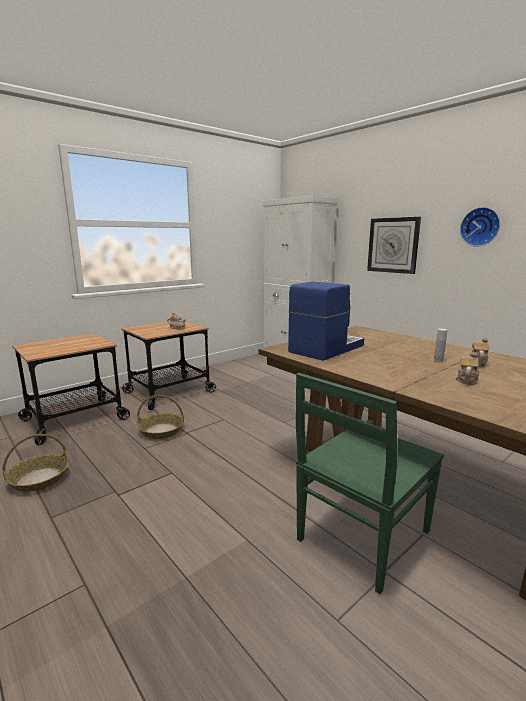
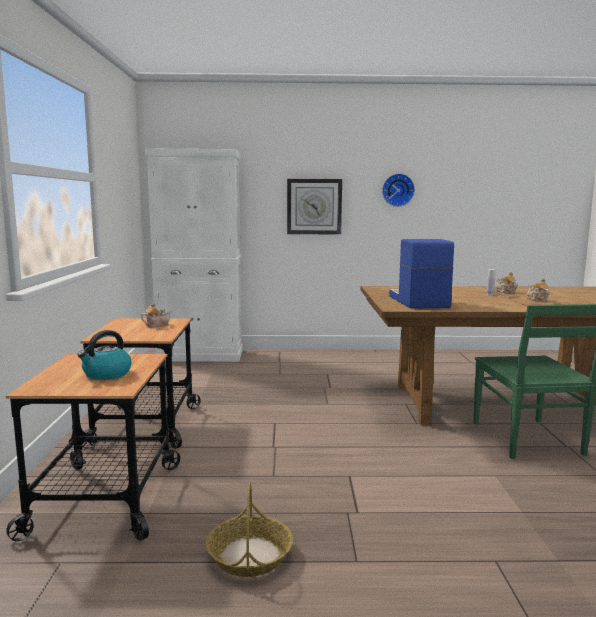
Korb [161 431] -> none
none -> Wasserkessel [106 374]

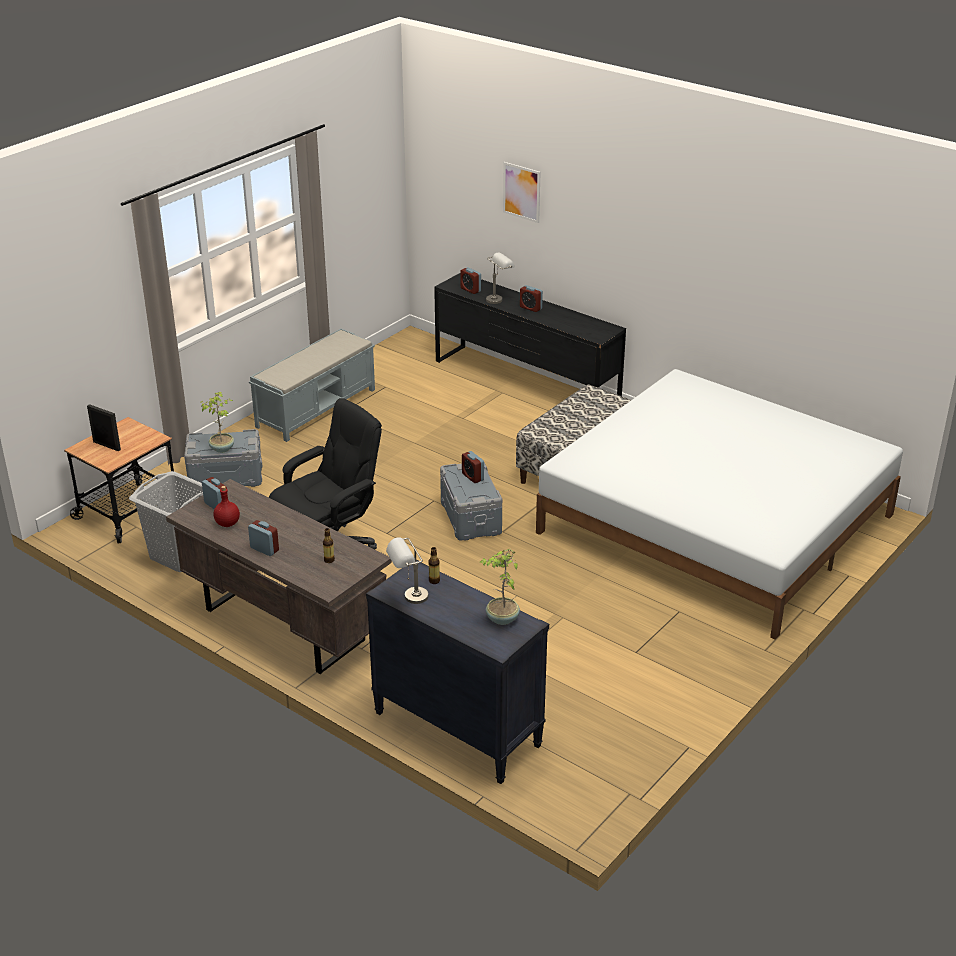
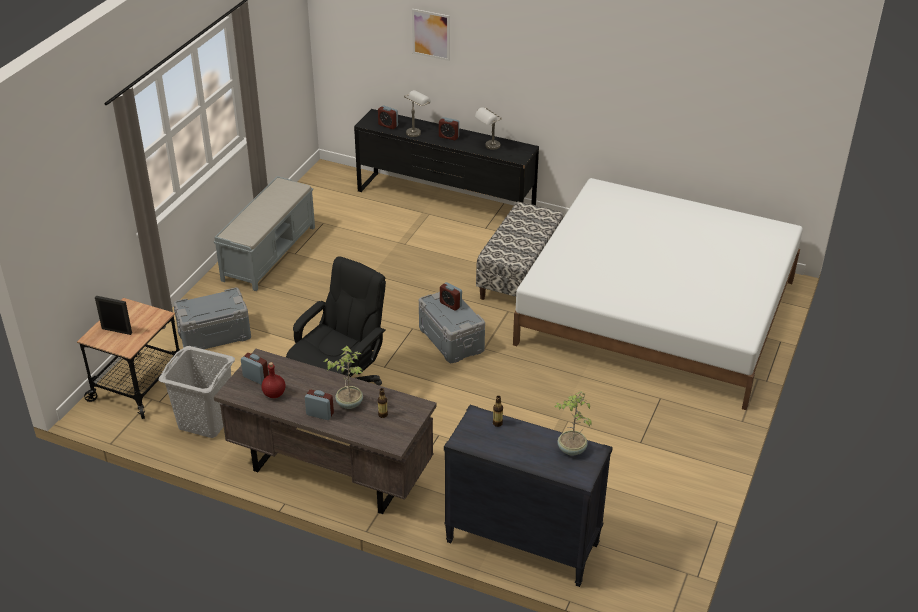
Topfpflanze [222 448] -> Topfpflanze [349 403], moved
Tischlampe/grau [408 599] -> Tischlampe/grau [489 147], moved

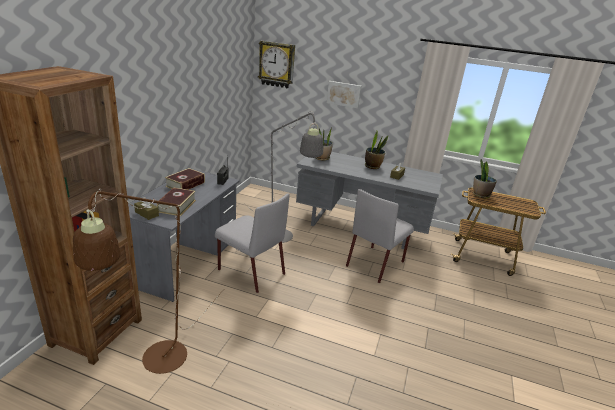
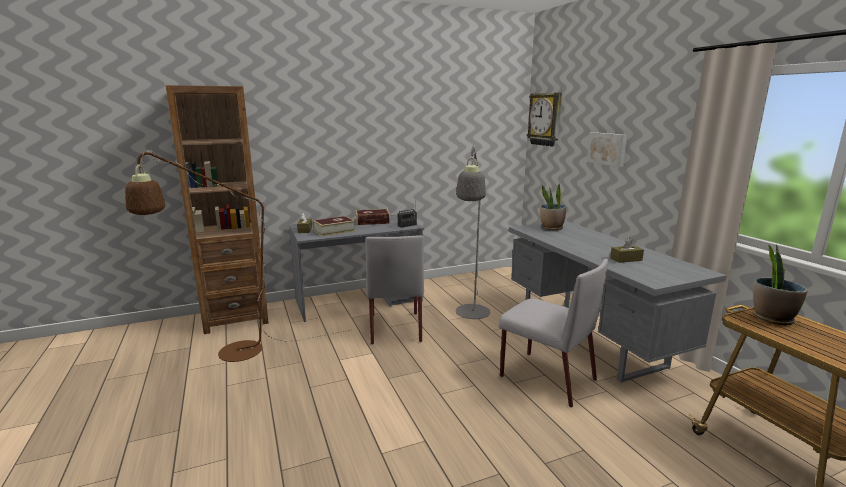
Topfpflanze [372 166] -> none
Stuhl/grau [375 263] -> Stuhl/grau [546 377], 135 degrees counterclockwise

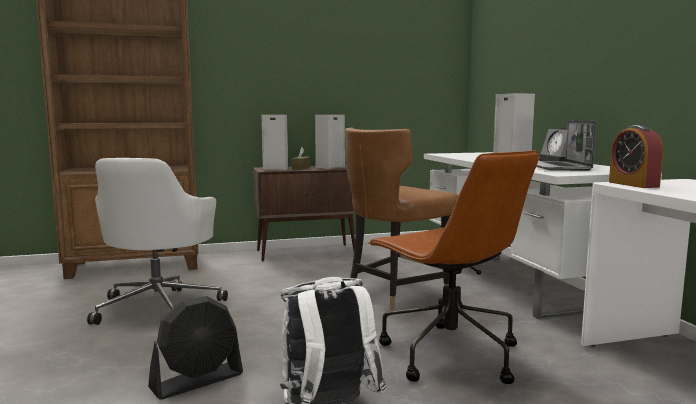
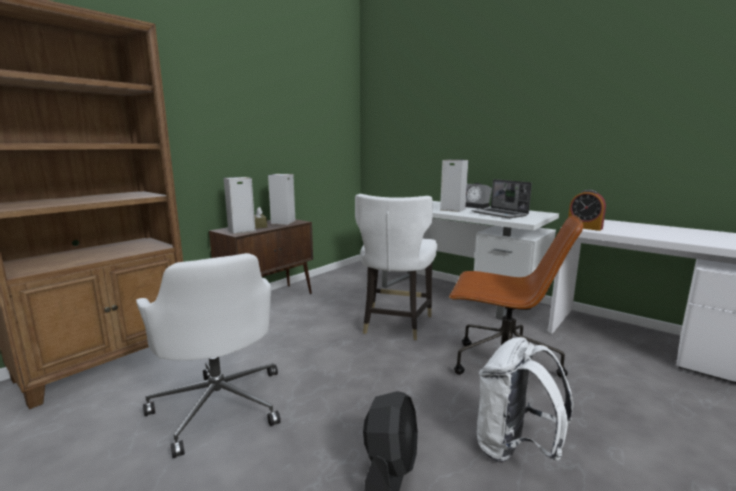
Stuhl/braun [396 293] -> Stuhl/weiß [395 323]

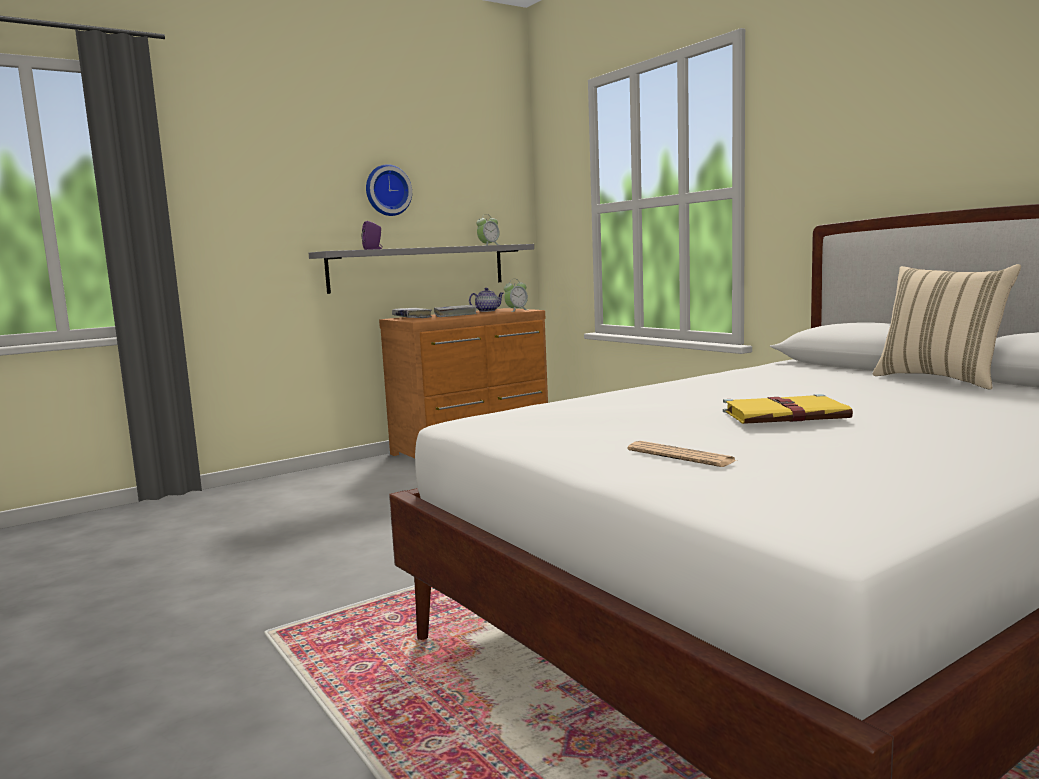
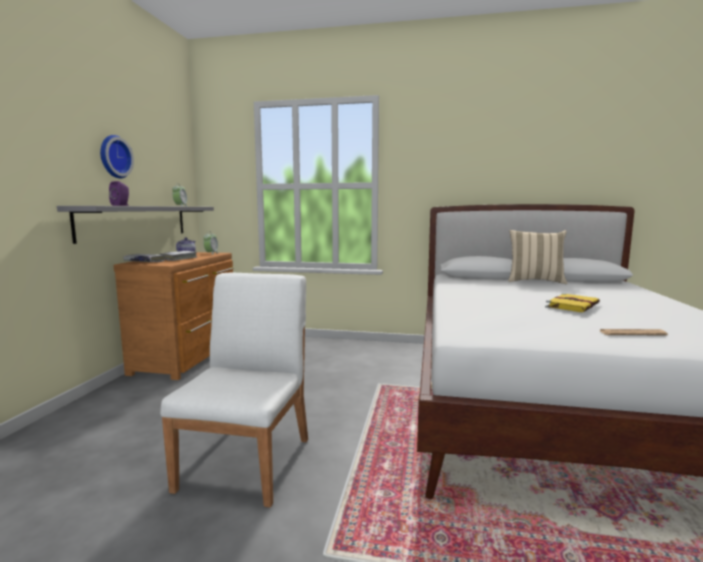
none -> Stuhl/weiß [247 462]

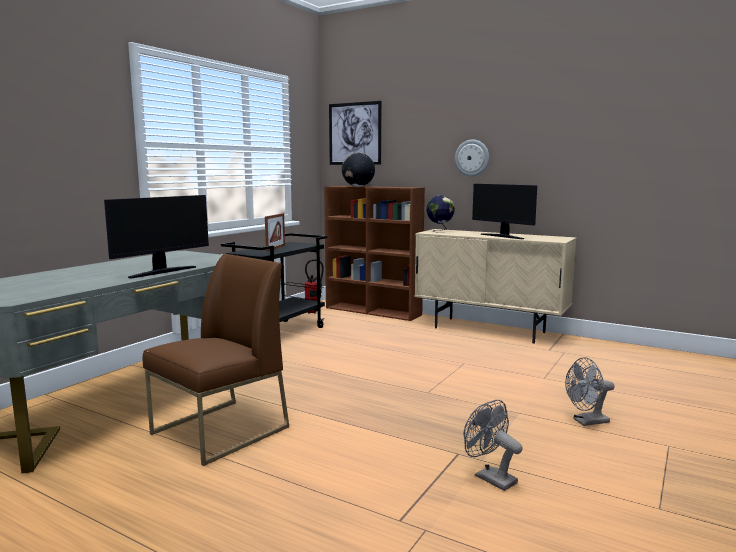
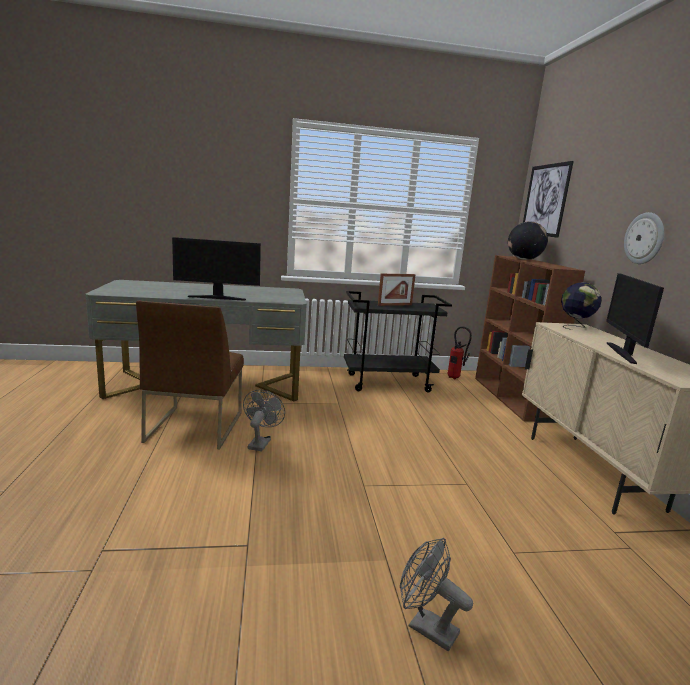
Stuhl/braun [220 431] -> Stuhl/braun [194 426], 90 degrees clockwise
Ventilator/grau [490 477] -> Ventilator/grau [260 442], moved

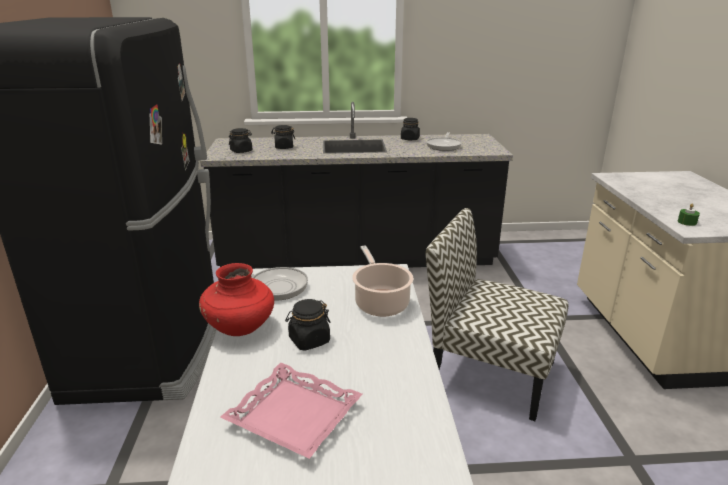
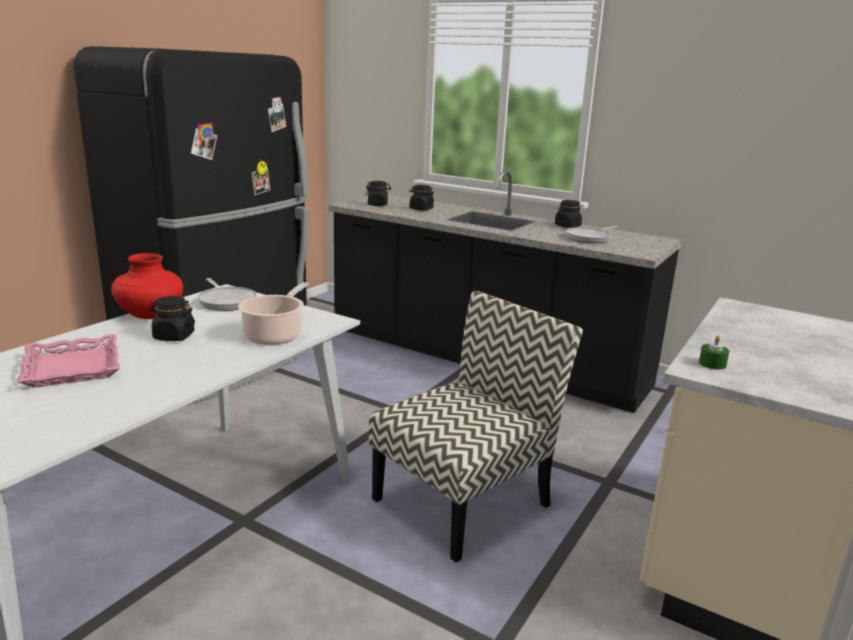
Stuhl [488 373] -> Stuhl [463 500], 75 degrees clockwise

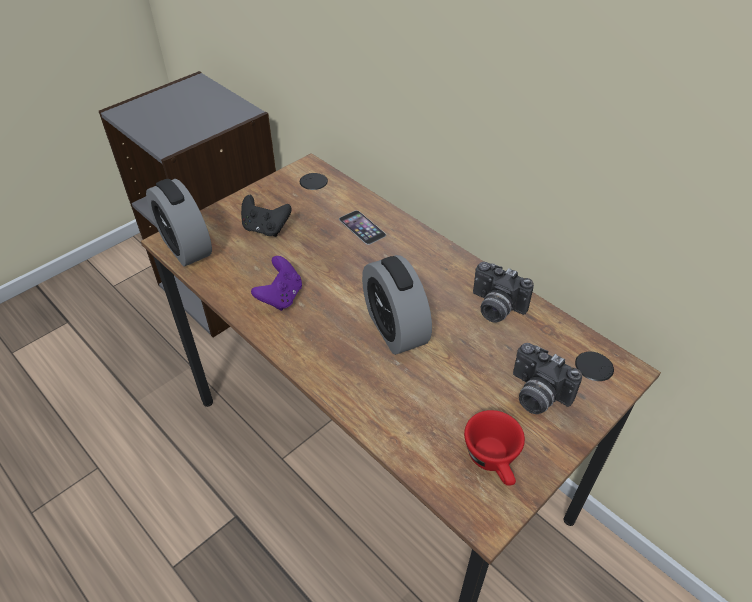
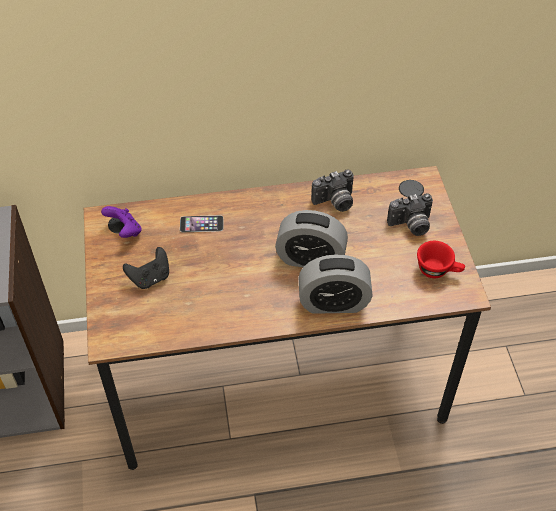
Wecker [185 247] -> Wecker [333 303], moved
Gamepad/lila [281 297] -> Gamepad/lila [125 231], moved

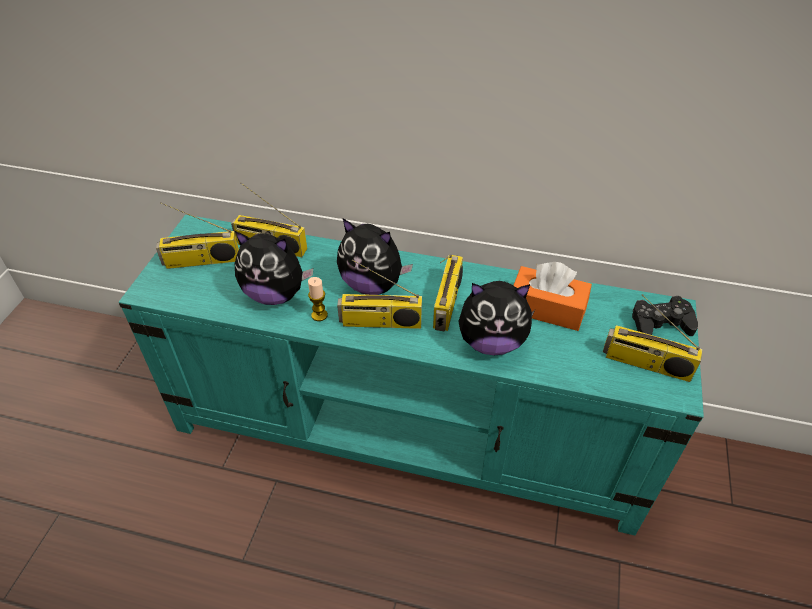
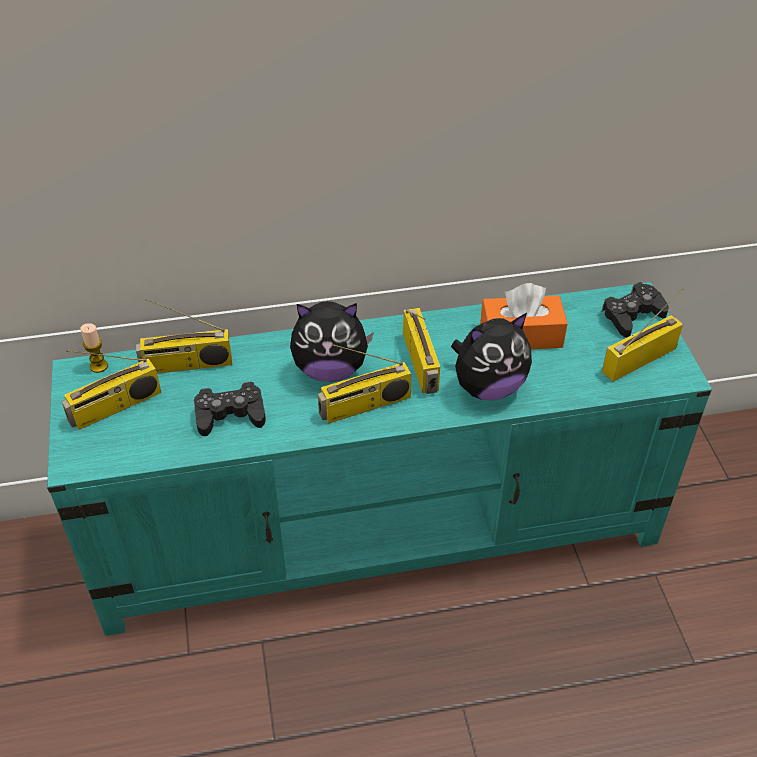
Plüschtier [275 294] -> Gamepad/schwarz [230 415]
Kerze [319 315] -> Kerze [99 366], moved
Radio [646 364] -> Radio [639 358], 150 degrees clockwise

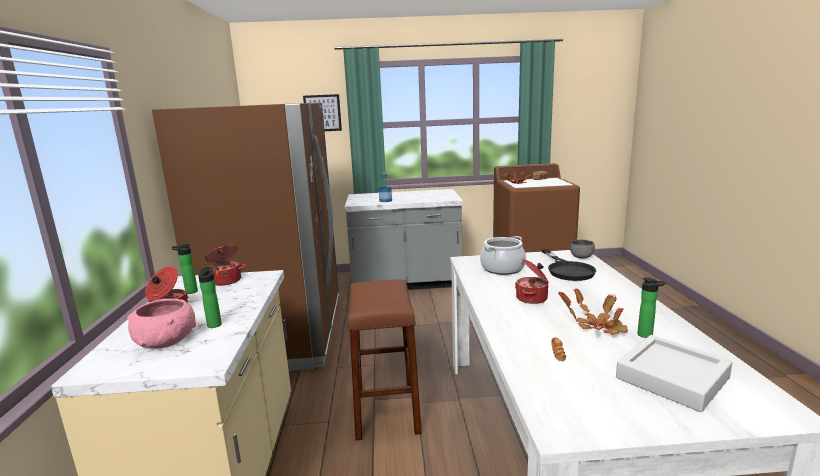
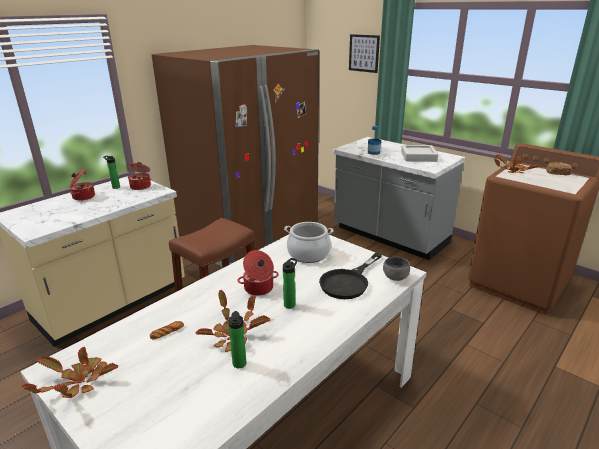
Flasche [214 324] -> Flasche [290 304], moved
Schüssel/rosa [166 341] -> none
Tablett/grau [672 378] -> Tablett/grau [418 156], moved
none -> Topfpflanze [78 383]

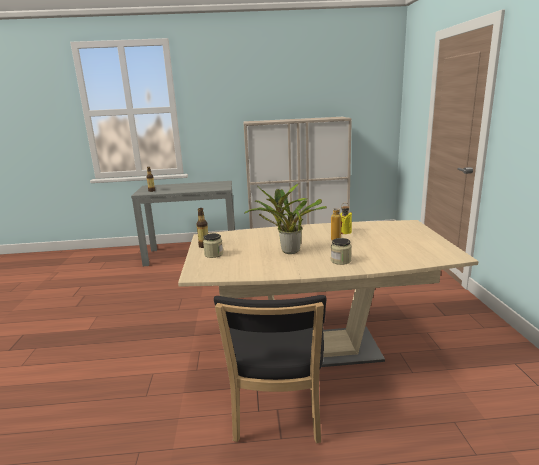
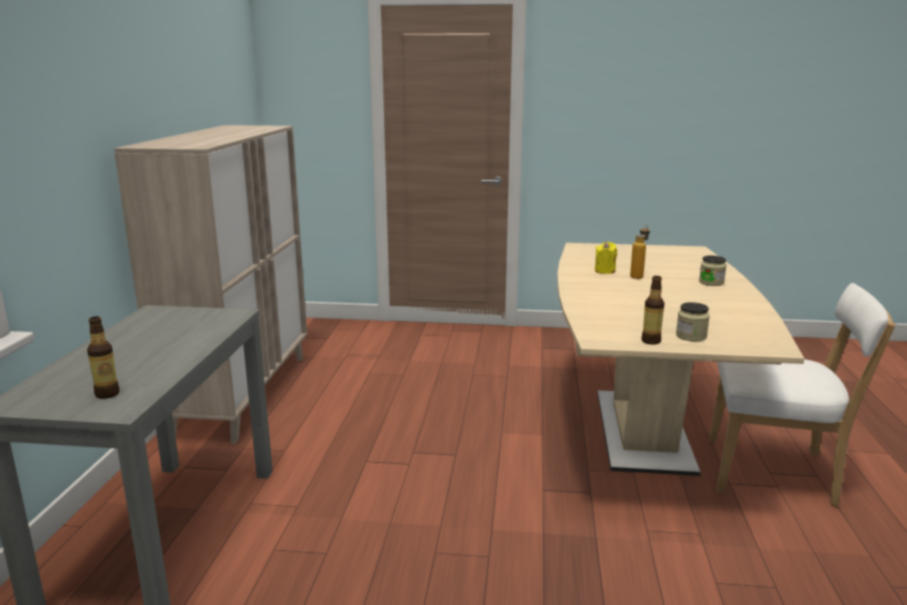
Topfpflanze [287 251] -> none
Stuhl/schwarz [277 413] -> Stuhl/weiß [777 473]

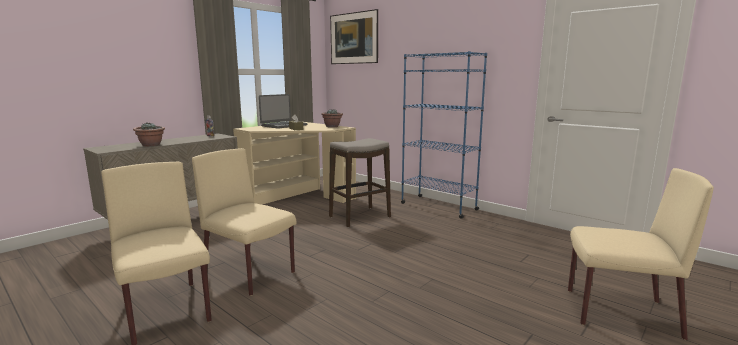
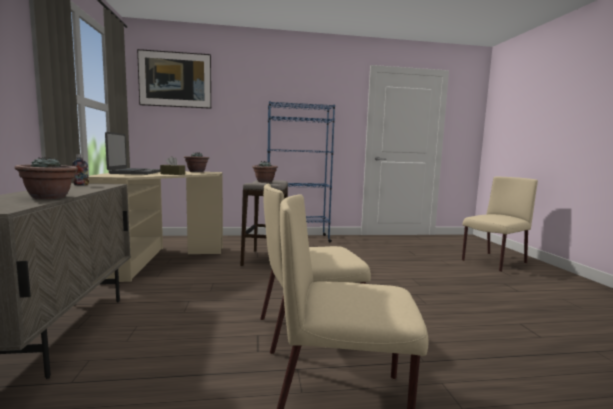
none -> Topfpflanze [264 182]

